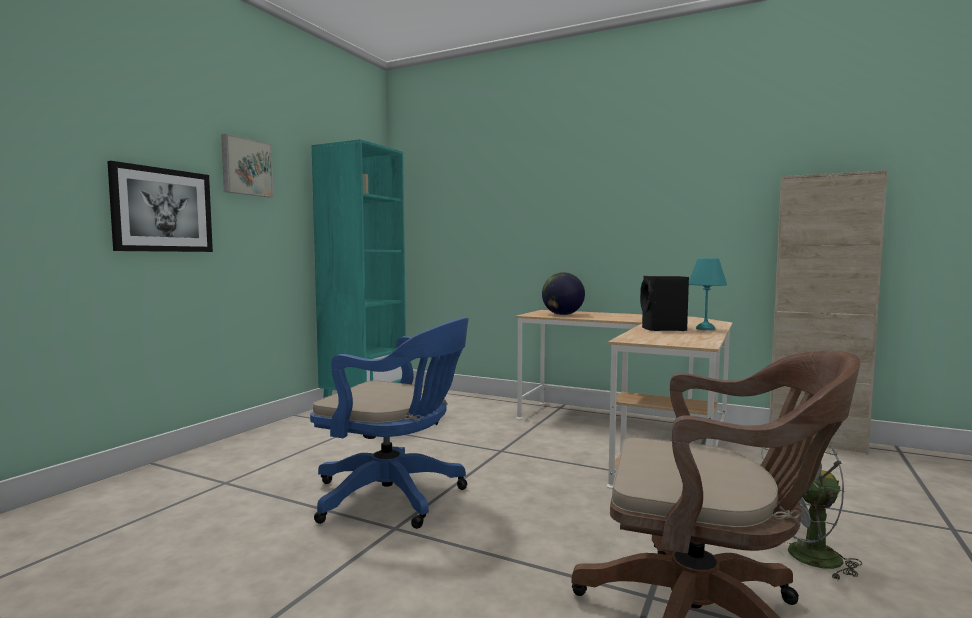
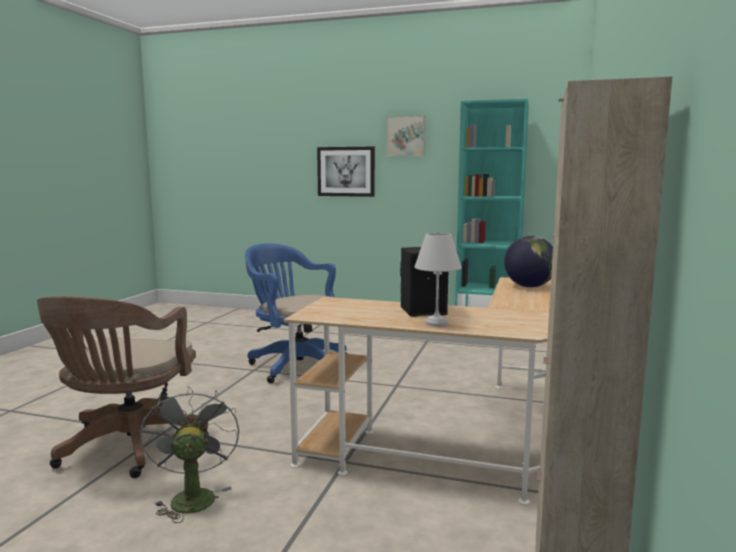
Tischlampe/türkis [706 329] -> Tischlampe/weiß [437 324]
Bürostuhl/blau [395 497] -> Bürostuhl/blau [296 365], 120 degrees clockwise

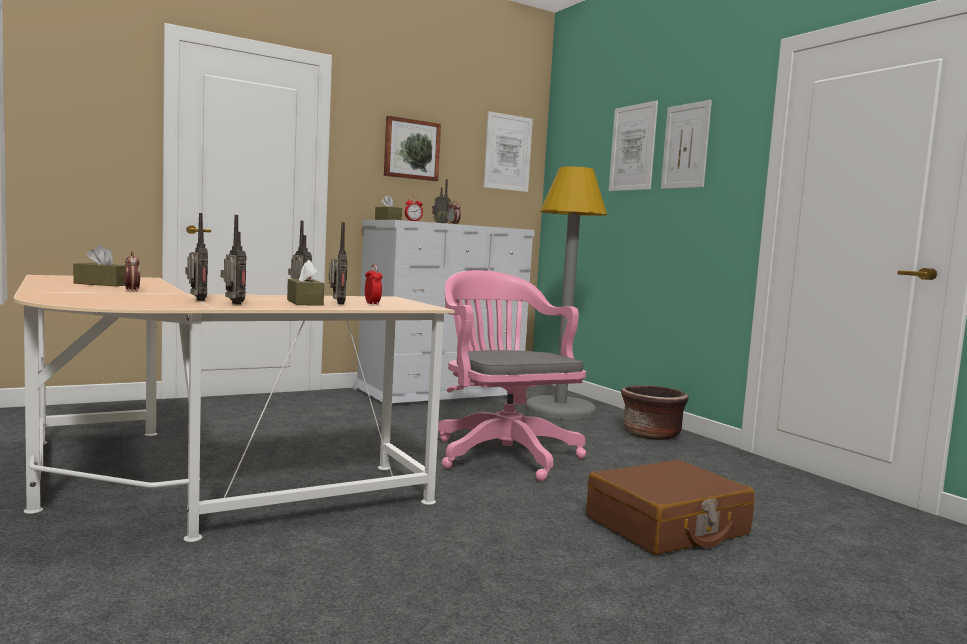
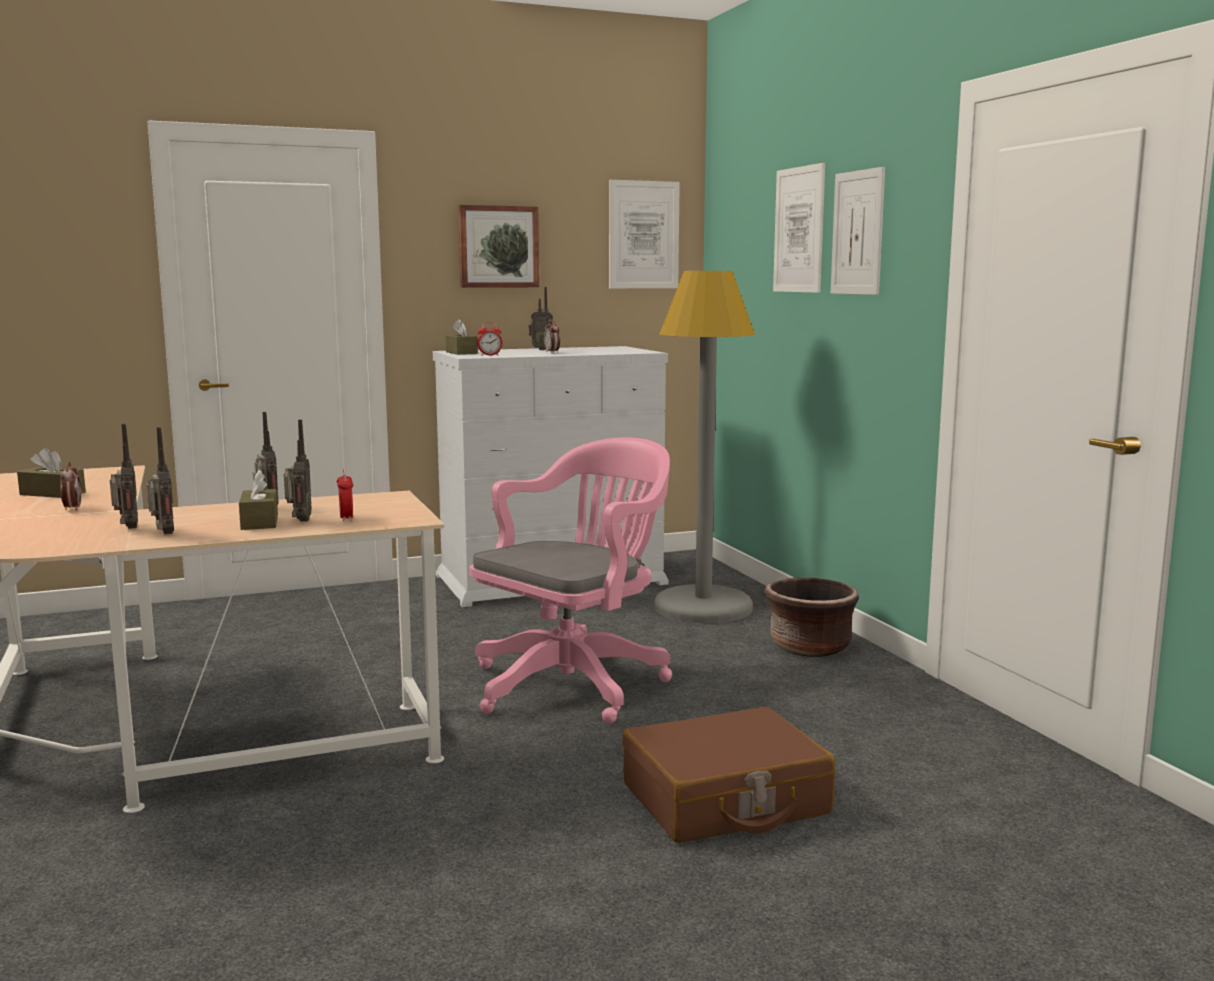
Bürostuhl/rosa [502 453] -> Bürostuhl/rosa [575 682], 60 degrees clockwise

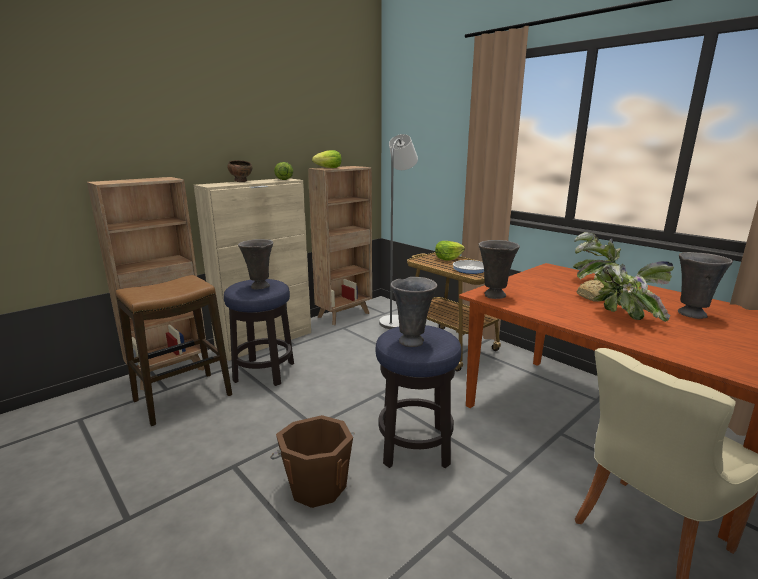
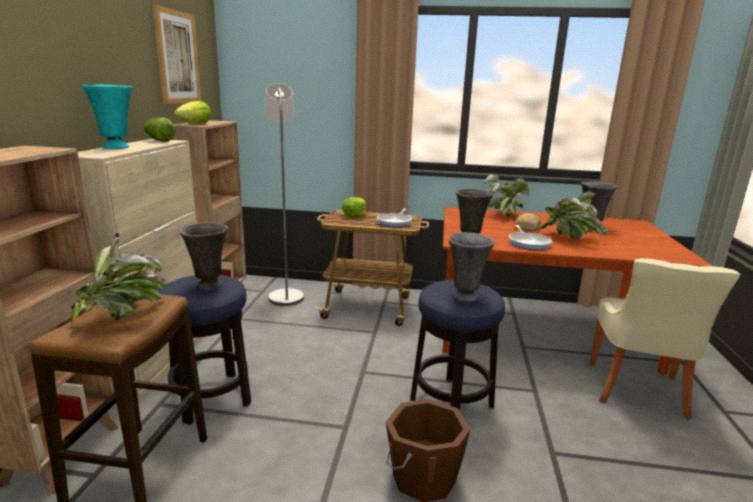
Schüssel/braun [241 182] -> Vase/türkis [116 147]
none -> Bild [177 57]
none -> Pfanne [528 243]
none -> Topfpflanze [123 318]

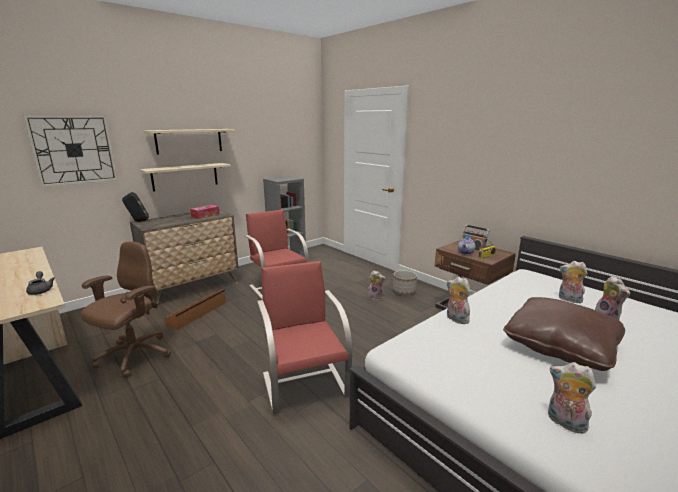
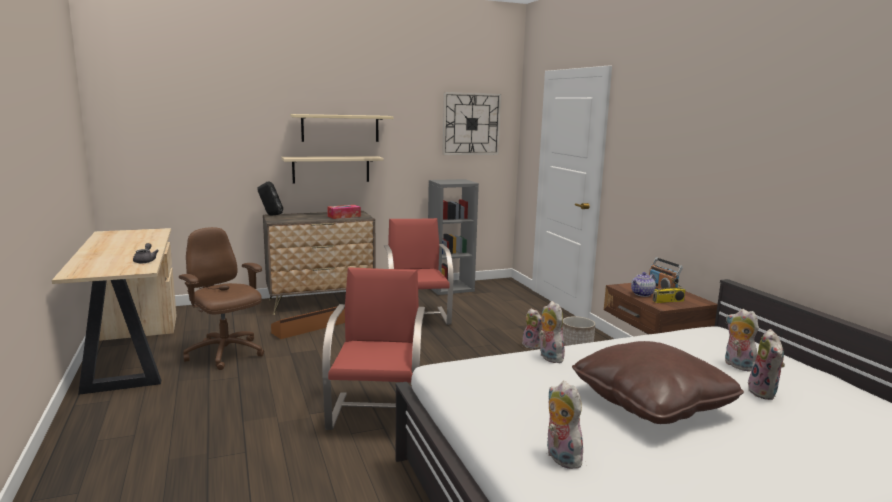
Wanduhr [74 150] -> Wanduhr [471 124], moved
Bürostuhl/braun [133 356] -> Bürostuhl/braun [225 354], 90 degrees counterclockwise

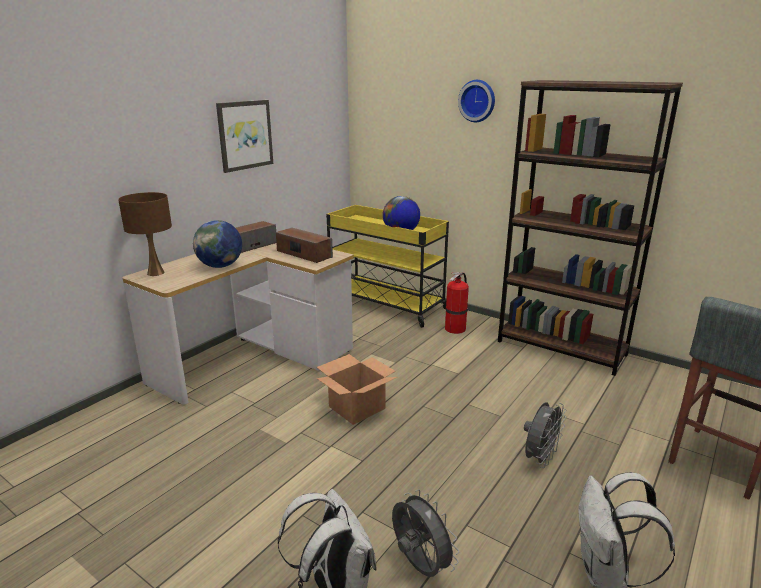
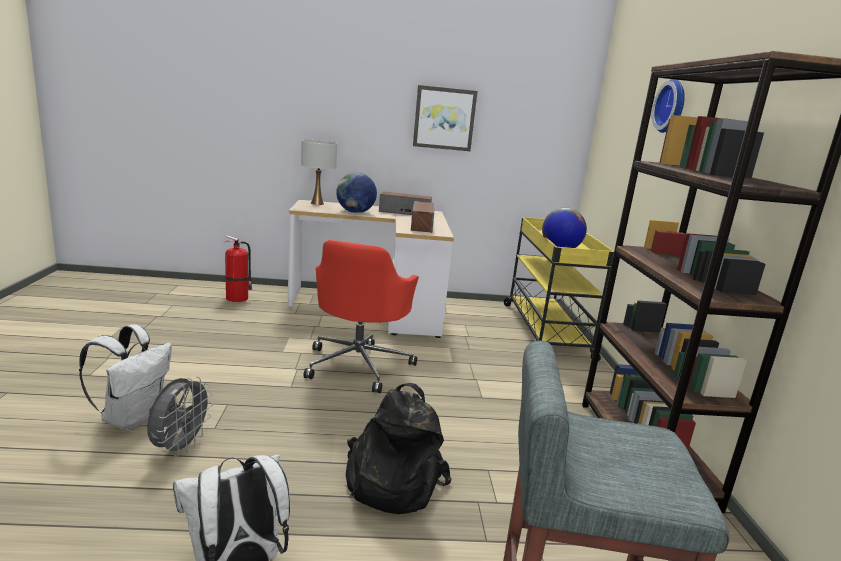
Tischlampe/braun [155 273] -> Tischlampe/weiß [317 203]
Feuerlöscher [455 328] -> Feuerlöscher [238 298], moved
Karton [356 408] -> Bürostuhl/rot [359 364]
Ventilator/grau [539 458] -> Rucksack/schwarz [390 481]

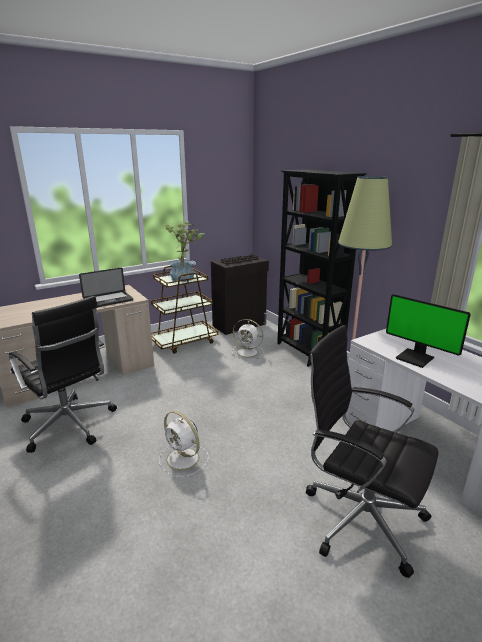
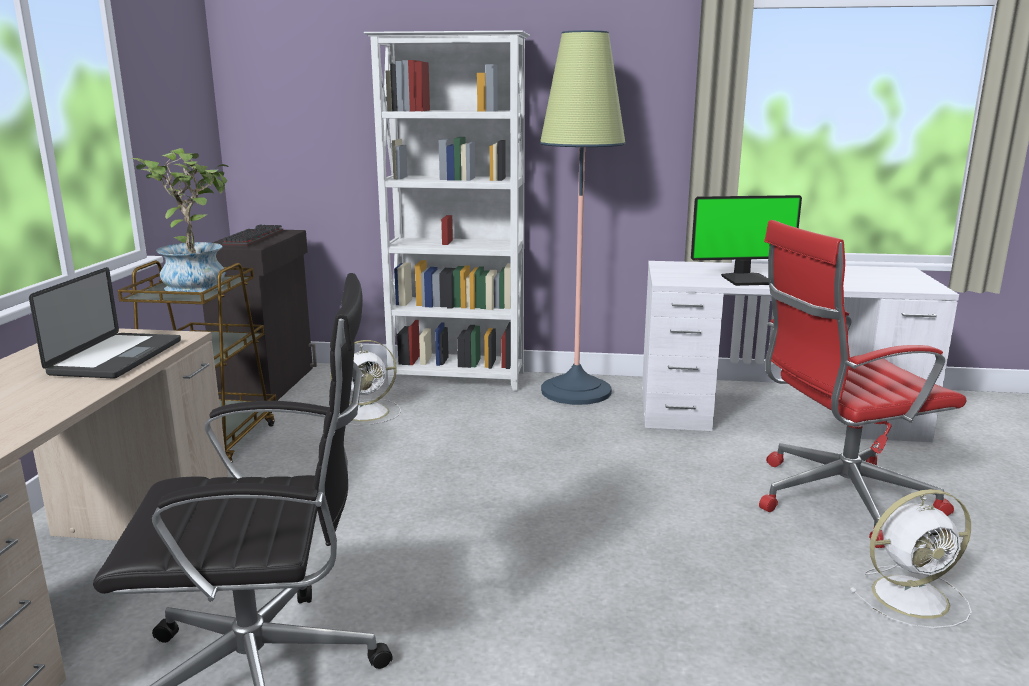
Bücherregal/schwarz [308 353] -> Bücherregal/weiß [458 379]
Bürostuhl/schwarz [359 517] -> Bürostuhl/rot [837 499]
Ventilator/weiß [184 459] -> Ventilator/weiß [913 596], moved

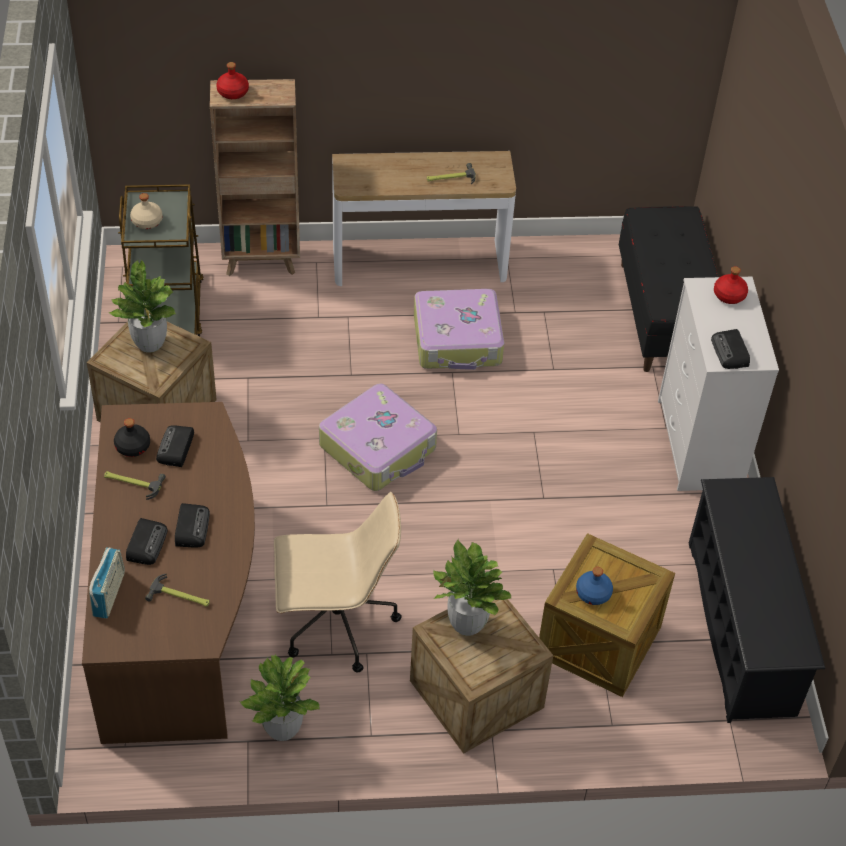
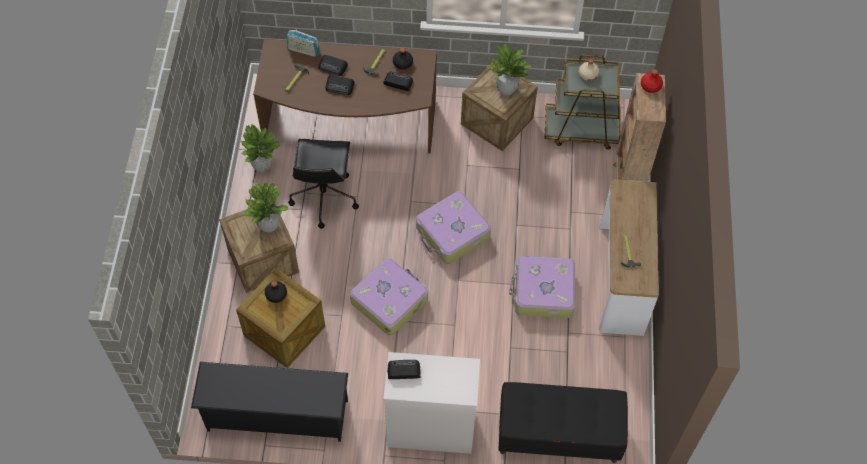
Flasche/rot [729 295] -> none
Bürostuhl/beige [335 624] -> Bürostuhl/schwarz [324 197]
Flasche/blau [593 593] -> Flasche/schwarz [276 294]
none -> Koffer [389 300]

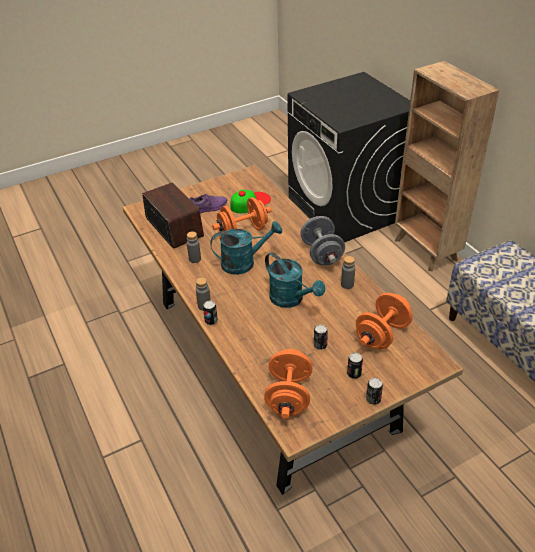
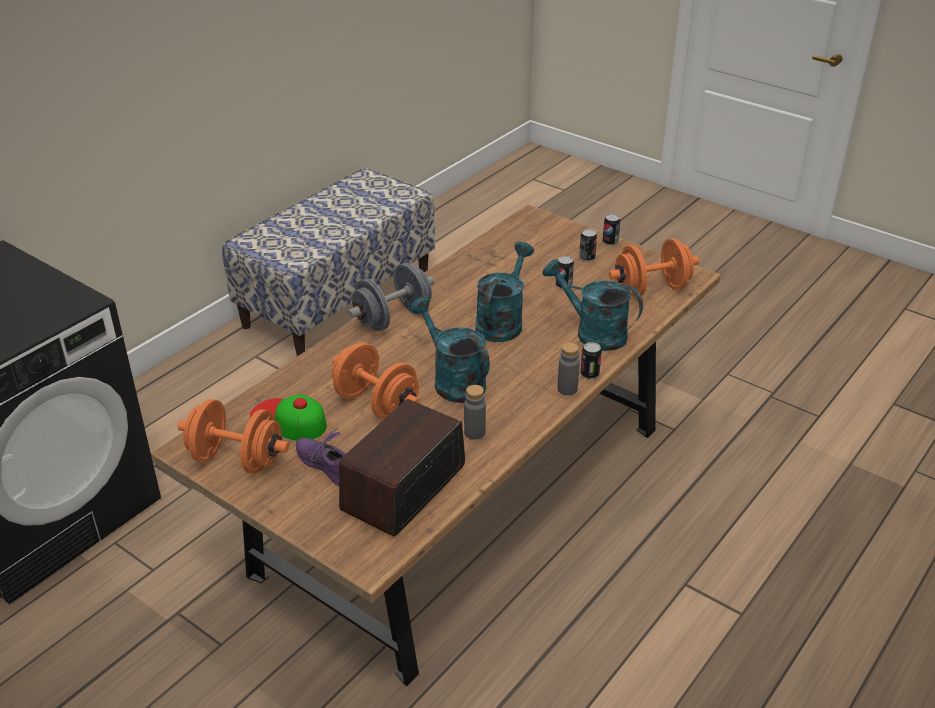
Bücherregal/braun [426 250] -> none
Flasche/grau [347 284] -> none
Hantel/orange [382 334] -> Hantel/orange [237 459], moved
none -> Gießkanne/türkis [592 333]

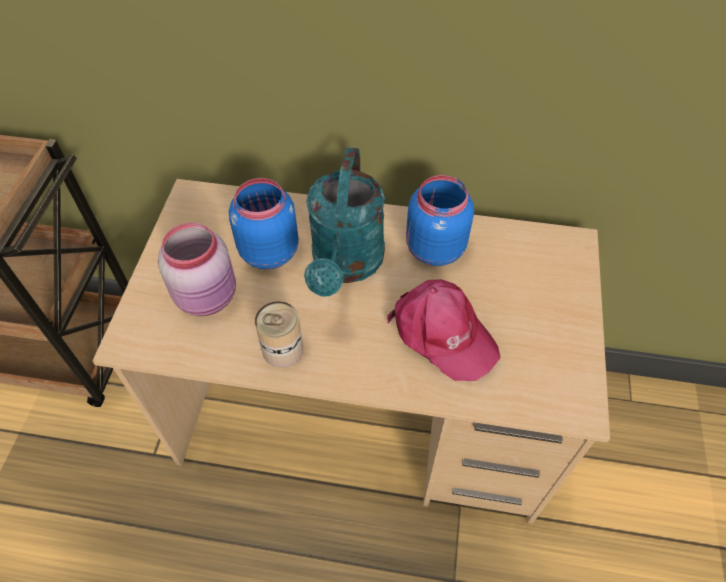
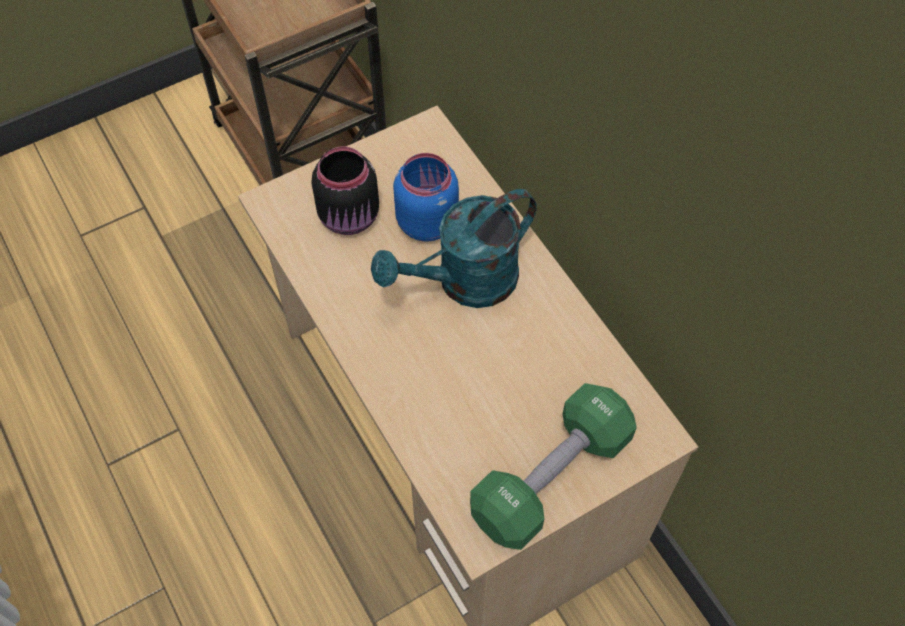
Vorratsglas/blau [433 249] -> none
Vorratsglas/rosa [209 296] -> Vorratsglas/schwarz [350 217]
Kappe/rosa [442 333] -> none
Dose [282 349] -> none
none -> Hantel/grün [551 477]

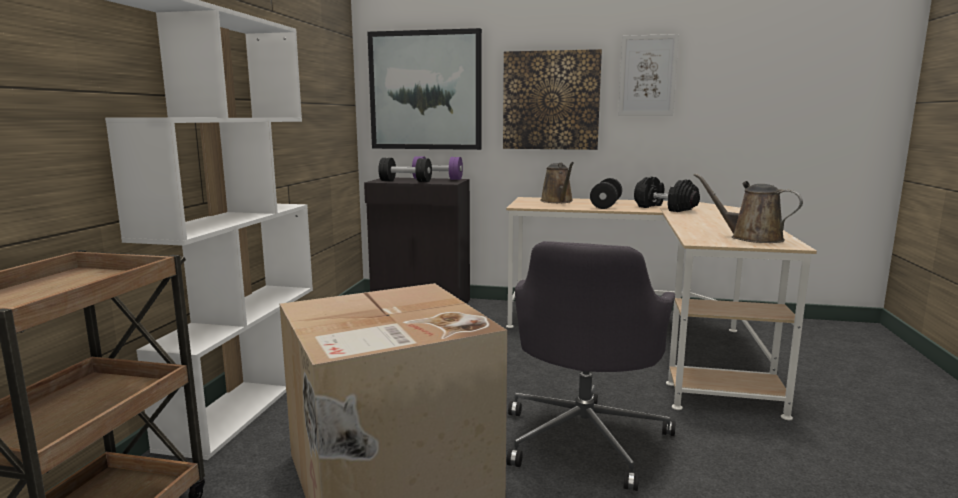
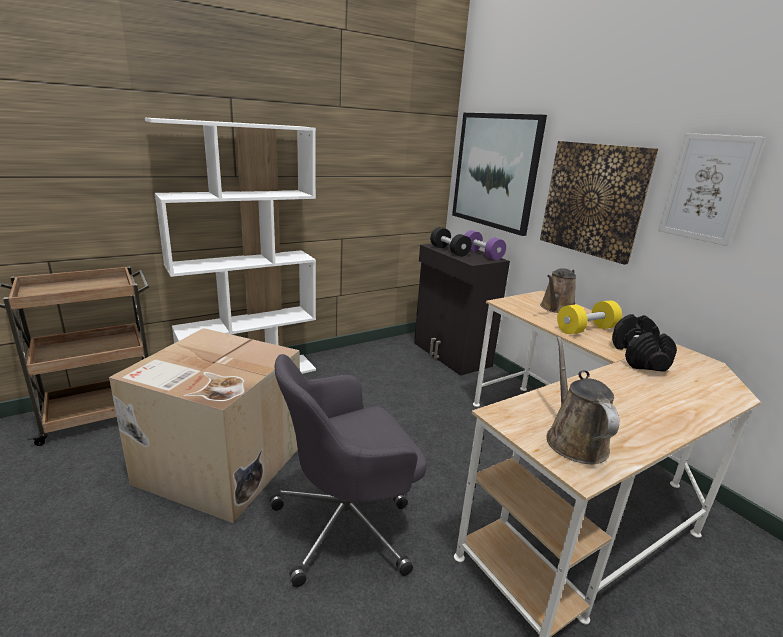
Hantel/schwarz [606 205] -> Hantel/gelb [586 329]

